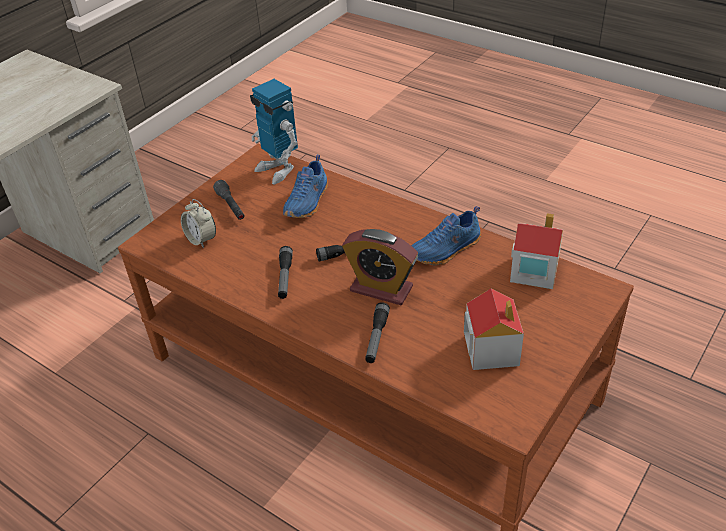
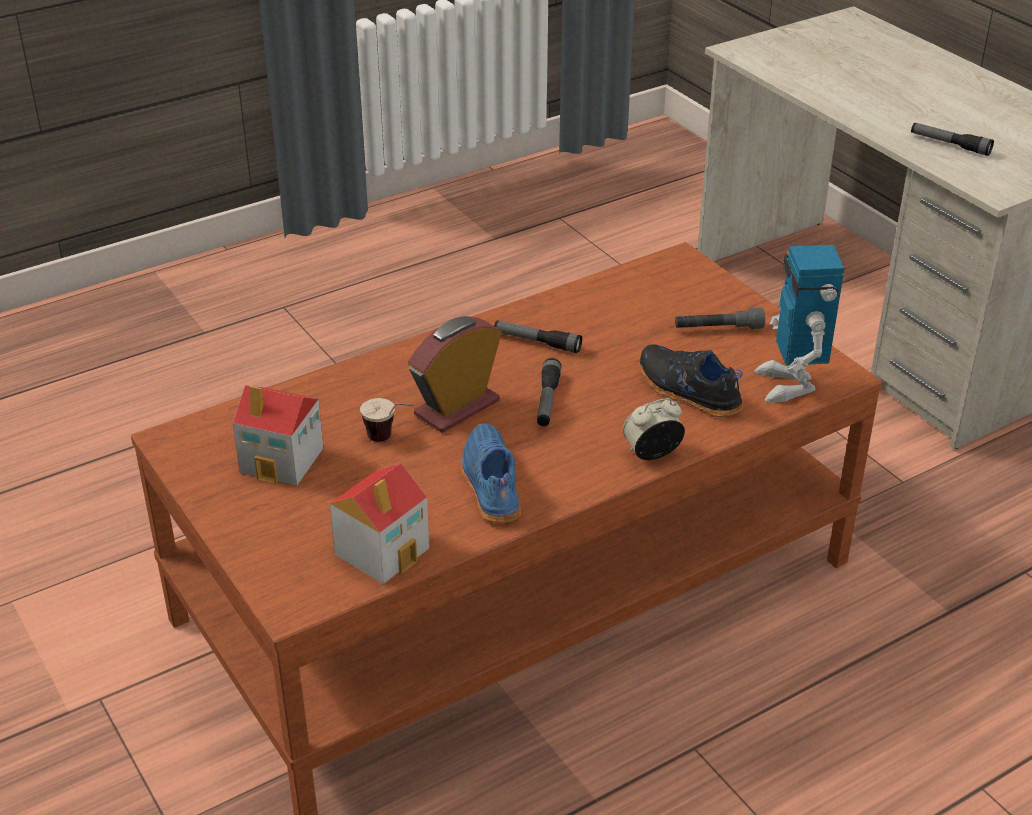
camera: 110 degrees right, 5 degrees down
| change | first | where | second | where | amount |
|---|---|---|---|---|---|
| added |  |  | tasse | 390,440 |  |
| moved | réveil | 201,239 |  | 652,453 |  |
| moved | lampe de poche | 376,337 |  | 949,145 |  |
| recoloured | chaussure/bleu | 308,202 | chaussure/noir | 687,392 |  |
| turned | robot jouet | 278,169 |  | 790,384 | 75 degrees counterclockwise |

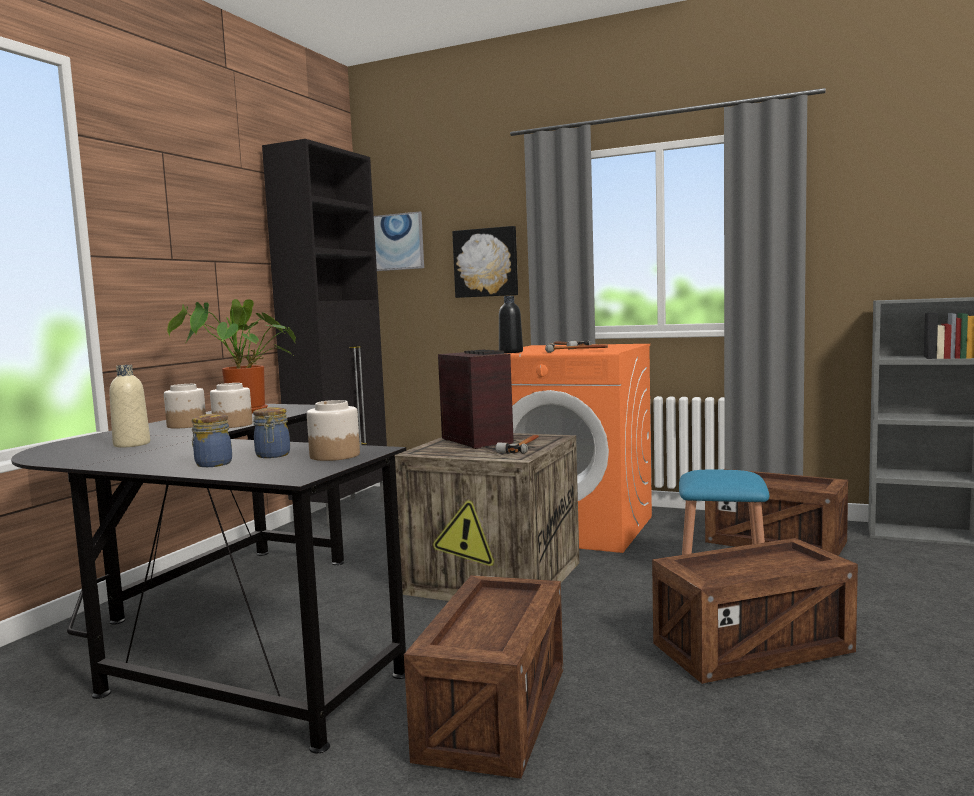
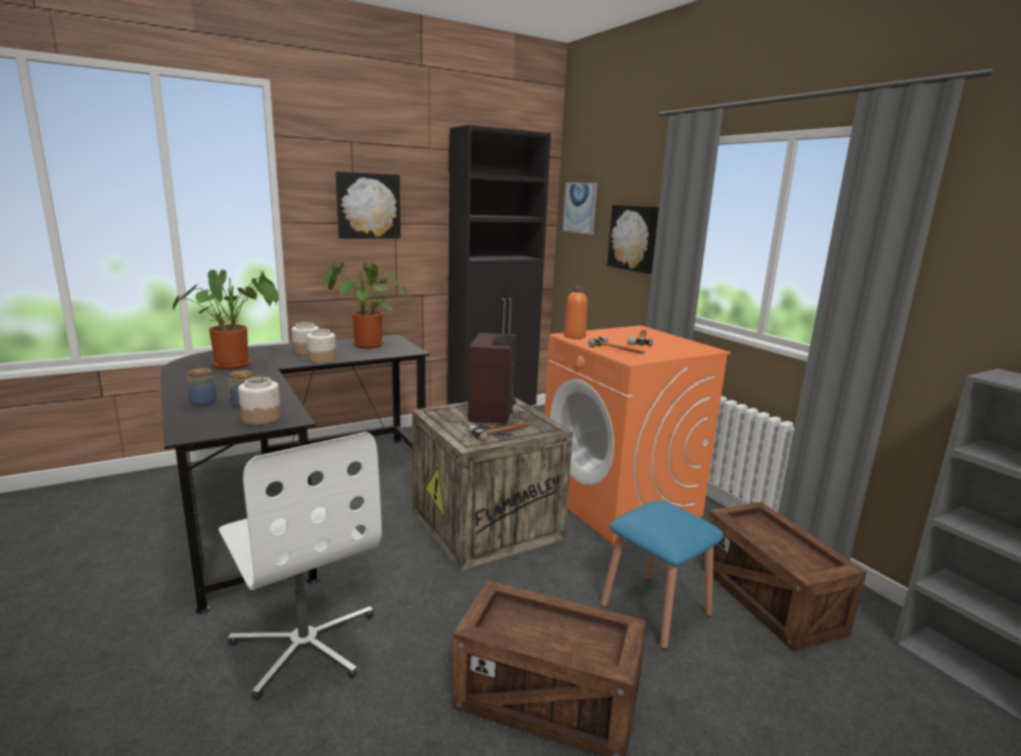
camera: 35 degrees right, 10 degrees up
| change | first | where | second | where | amount |
|---|---|---|---|---|---|
| added |  |  | tableau | 368,206 |  |
| replaced | bouteille/beige | 132,444 | plante en pot | 237,364 |  |
| replaced | caisse | 494,714 | chaise de bureau/blanc | 305,643 |  |
| recoloured | bouteille/noir | 511,352 | bouteille/orange | 574,336 |  |

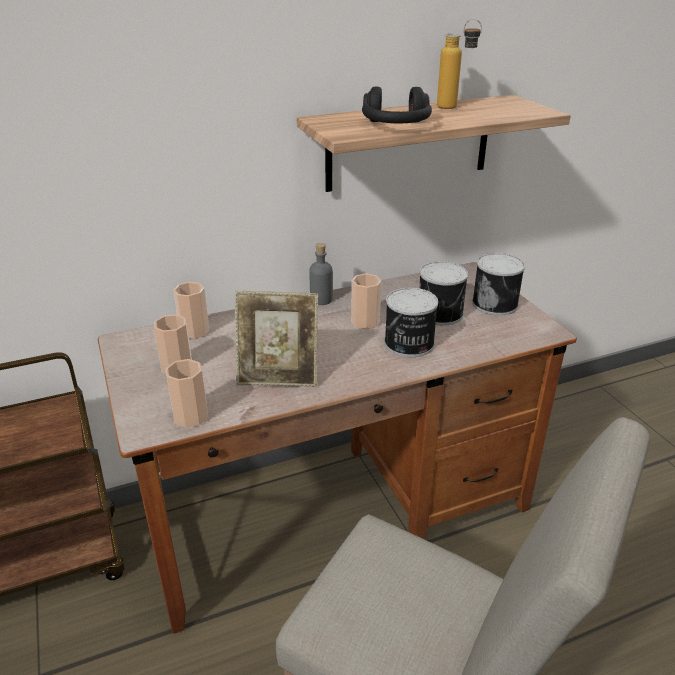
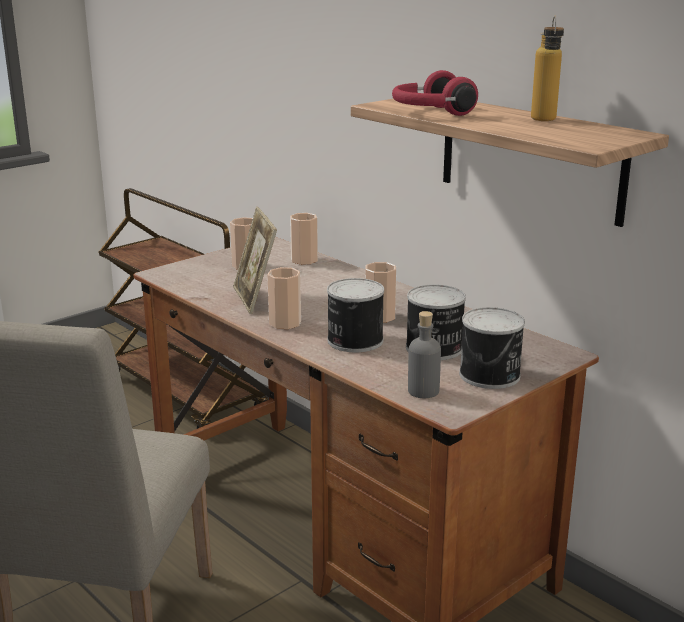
camera: 70 degrees right, 10 degrees down
| change | first | where | second | where | amount |
|---|---|---|---|---|---|
| moved | tasse | 191,416 |  | 285,323 |  |
| moved | bouteille/gris | 321,299 |  | 423,391 |  |
| recoloured | casque audio/noir | 395,126 | casque audio/rouge | 430,112 |  |

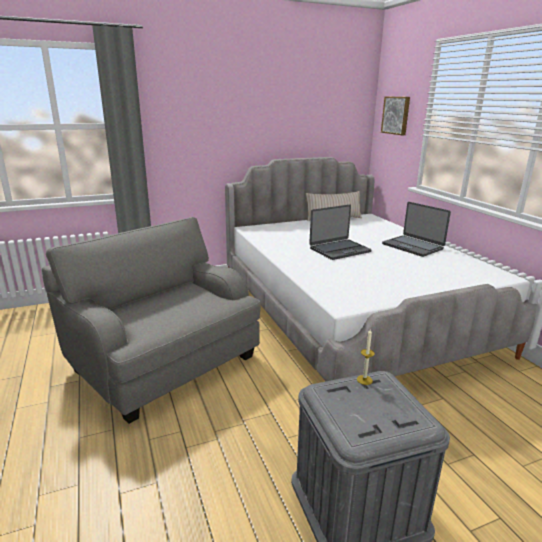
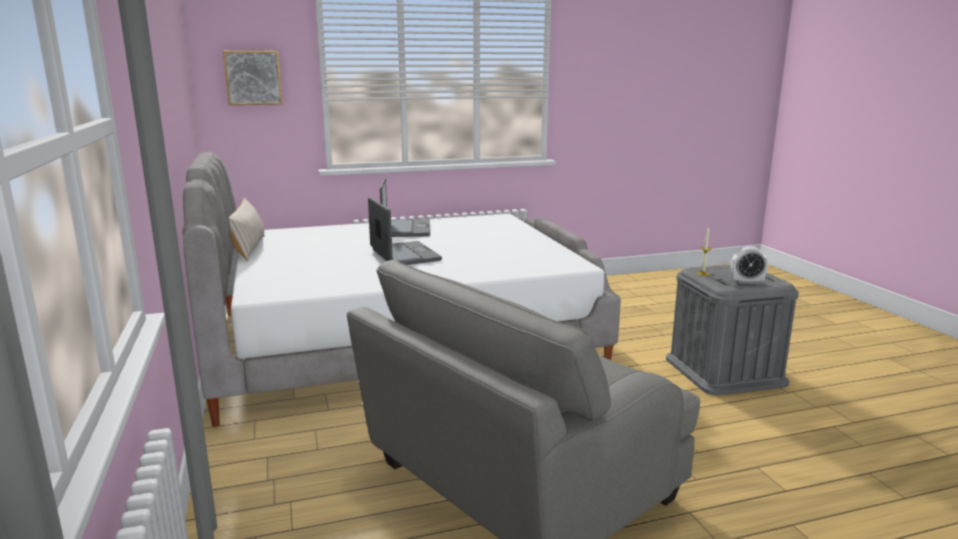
camera: 85 degrees left, 5 degrees down
| change | first | where | second | where | amount |
|---|---|---|---|---|---|
| added |  |  | réveil | 747,282 |  |
| turned | ordinateur portable | 413,246 |  | 405,229 | 60 degrees counterclockwise |

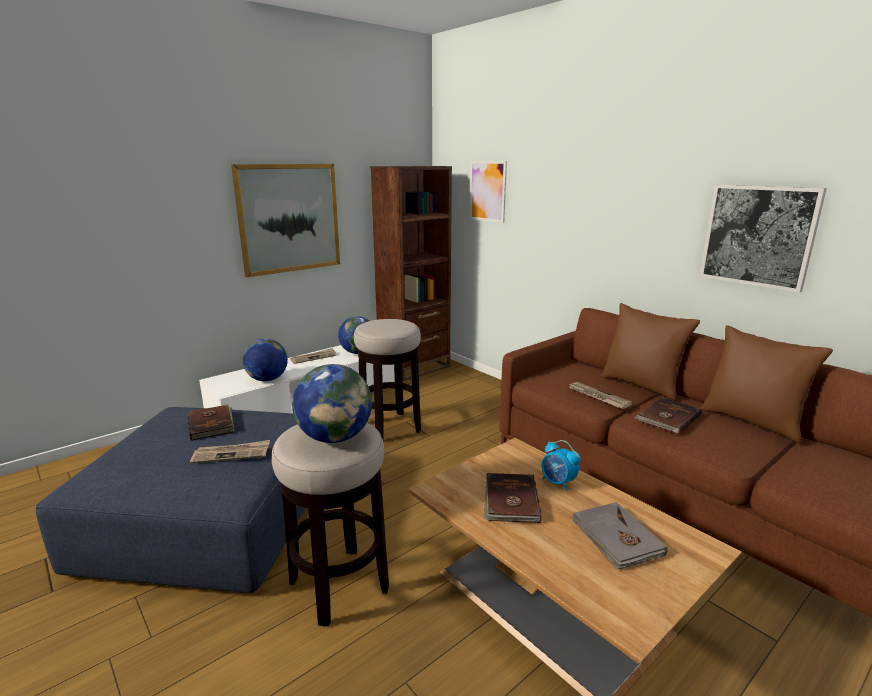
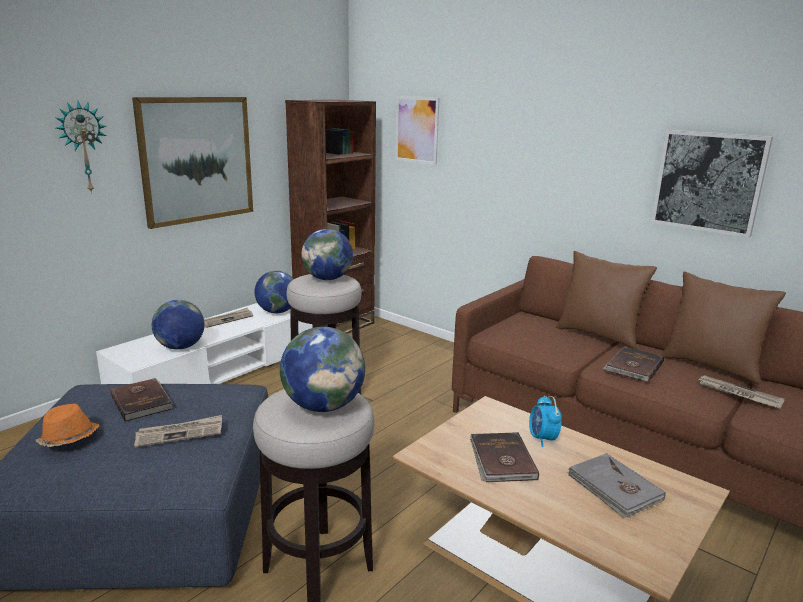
camera: 10 degrees left, 0 degrees up
| change | first | where | second | where | amount |
|---|---|---|---|---|---|
| added |  |  | chapeau/orange | 68,440 |  |
| added |  |  | horloge murale | 83,147 |  |
| added |  |  | globe | 327,279 |  |
| moved | journal | 597,397 |  | 738,394 |  |
| turned | réveil | 558,483 |  | 542,439 | 45 degrees clockwise |

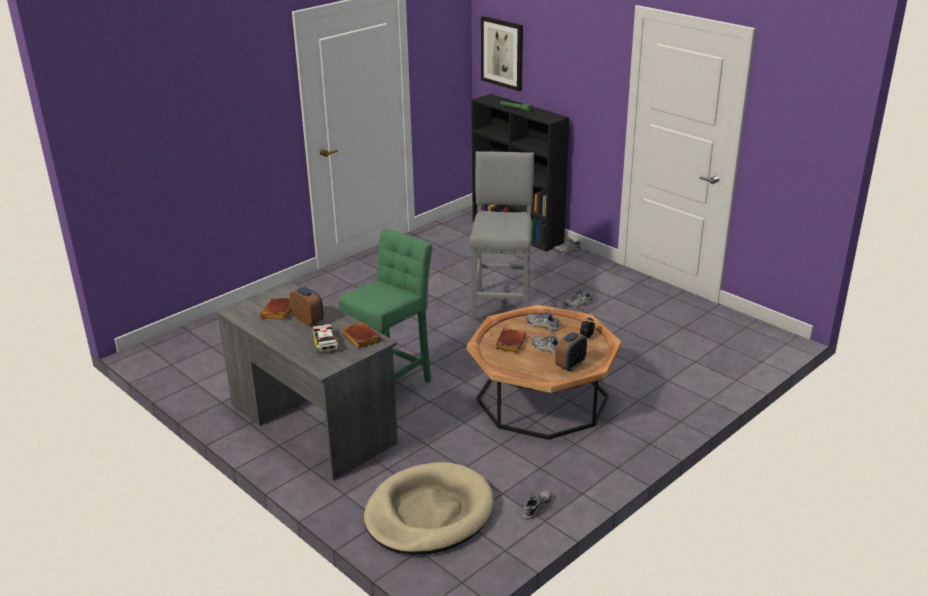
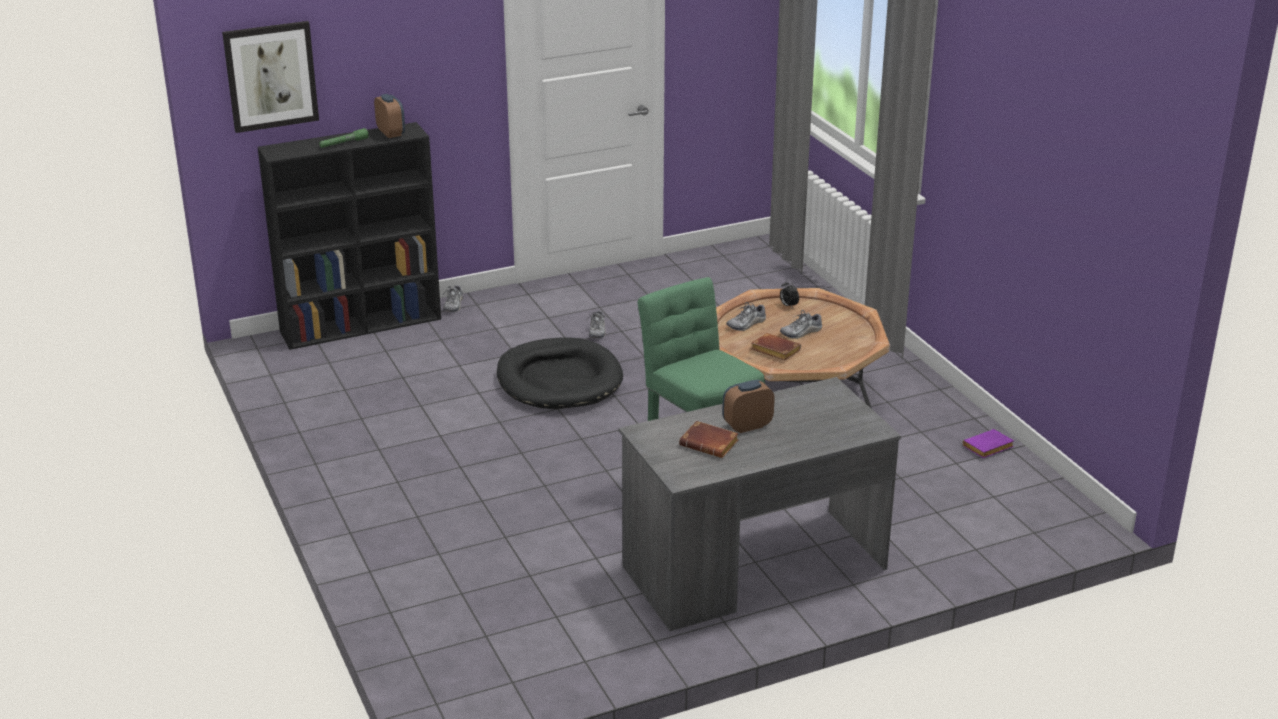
camera: 70 degrees left, 0 degrees up
| change | first | where | second | where | amount |
|---|---|---|---|---|---|
| removed | petite voiture | 325,342 |  |  |  |
| removed | livre/marron | 359,338 |  |  |  |
| removed | panier pour chien/beige | 429,513 |  |  |  |
| moved | réveil | 570,365 |  | 391,133 |  |
| replaced | tabouret/gris | 502,305 | panier pour chien/noir | 559,380 |  |
| replaced | chaussure | 536,507 | livre/violet | 987,448 |  |

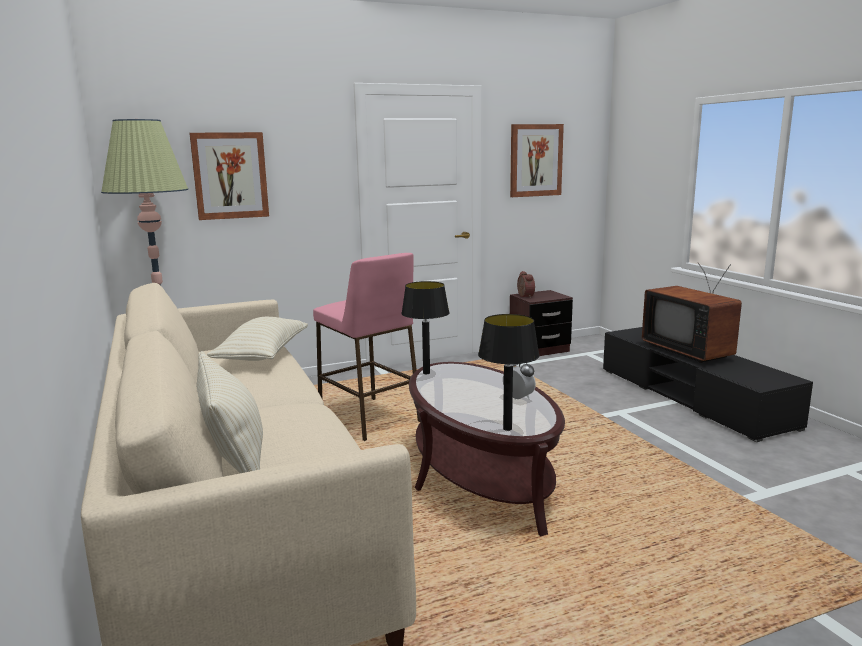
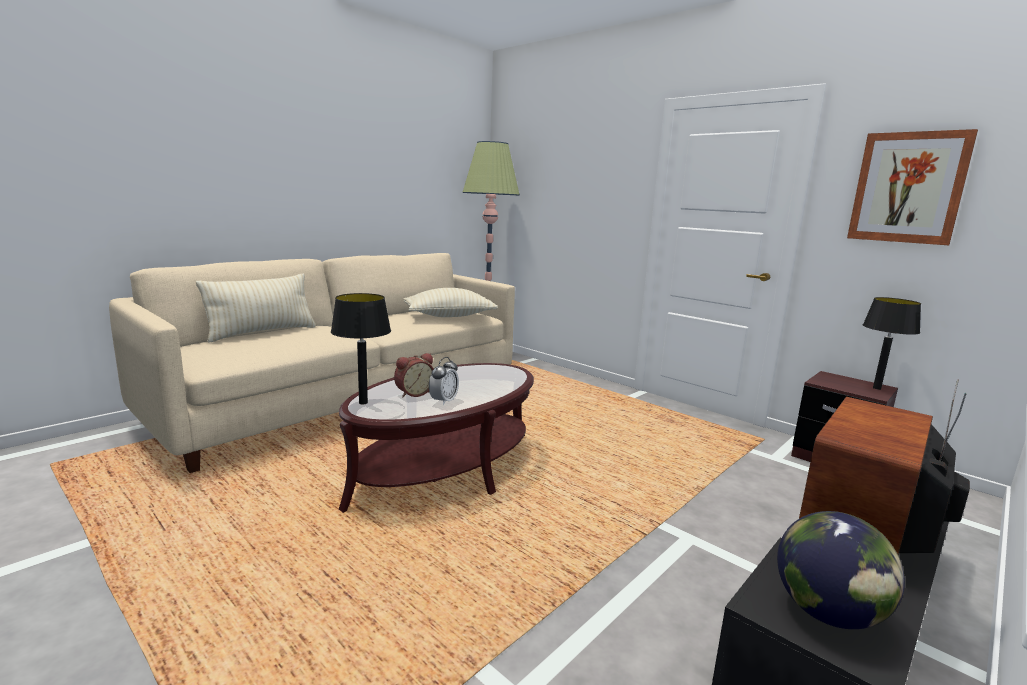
camera: 65 degrees right, 0 degrees up
| change | first | where | second | where | amount |
|---|---|---|---|---|---|
| removed | tableau | 230,175 |  |  |  |
| removed | tabouret/rose | 370,419 |  |  |  |
| added |  |  | globe | 828,613 |  |
| moved | lampe de table/noir | 426,373 |  | 876,388 |  |
| moved | réveil | 524,296 |  | 413,393 |  |

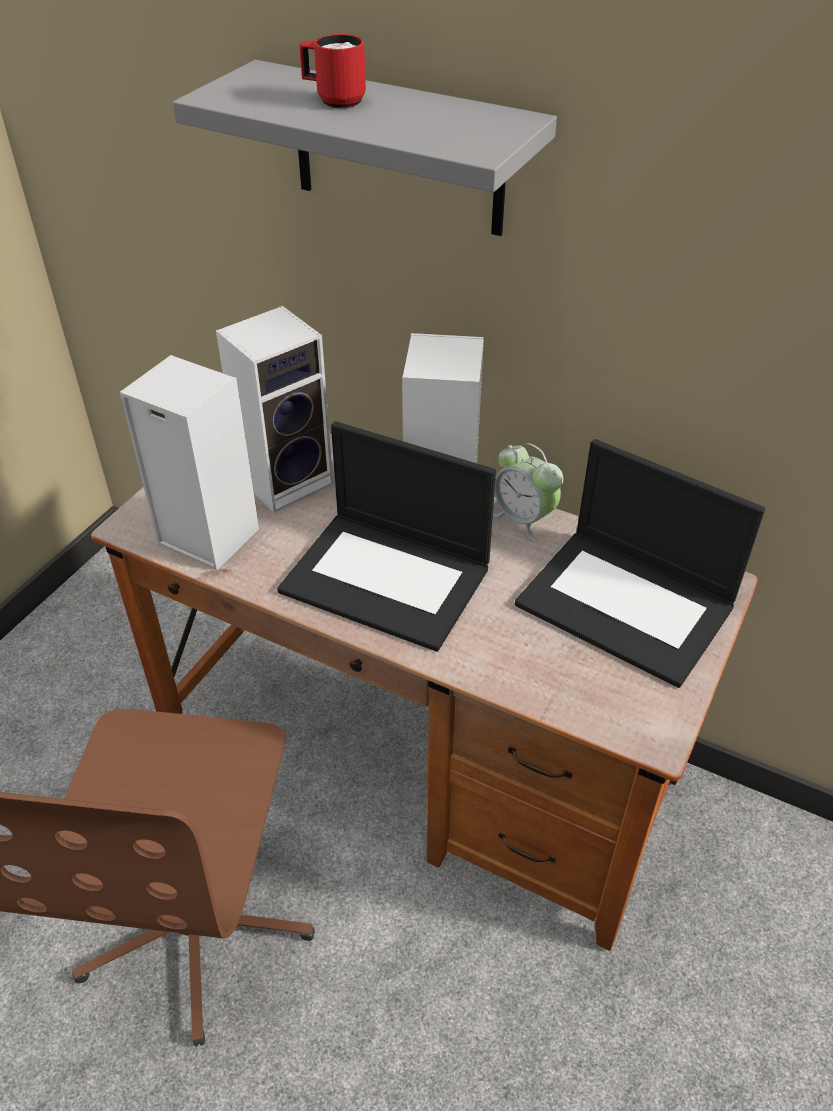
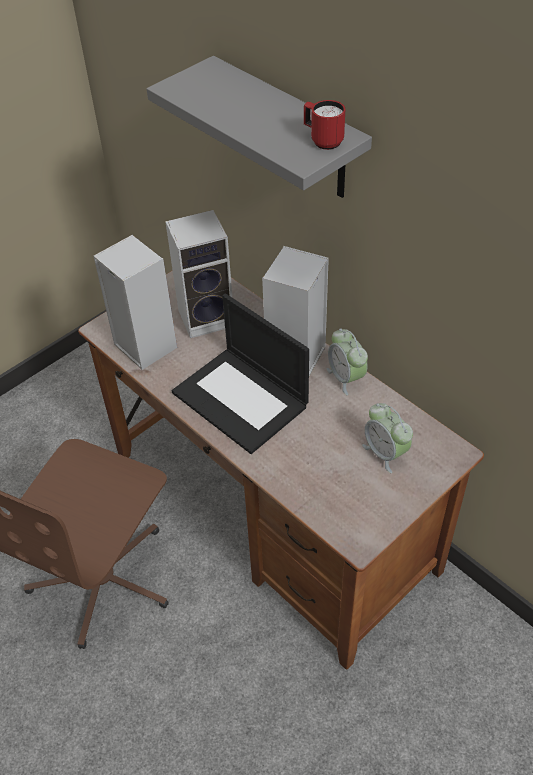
camera: 20 degrees right, 5 degrees up
| change | first | where | second | where | amount |
|---|---|---|---|---|---|
| moved | mug/rouge | 334,100 |  | 322,140 |  |
| replaced | ordinateur portable | 628,605 | réveil | 385,453 |  |

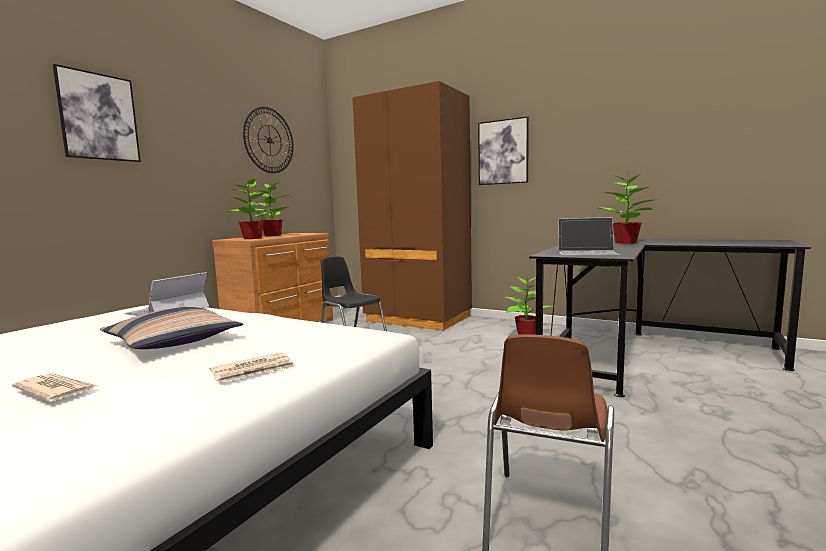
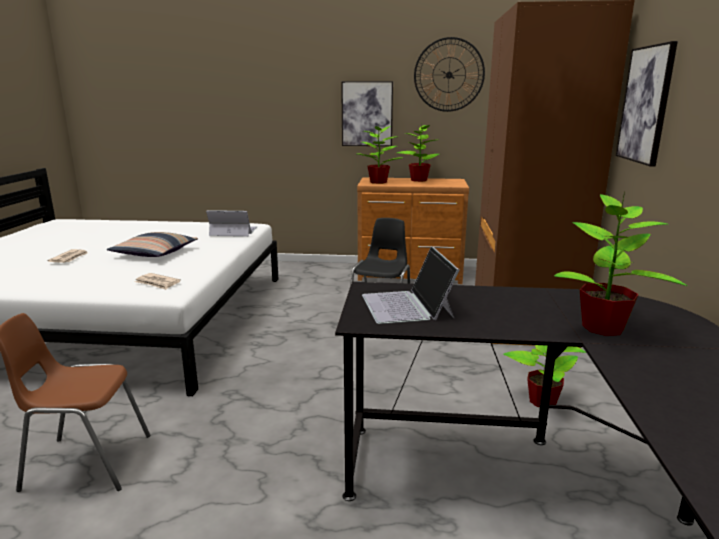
camera: 65 degrees right, 10 degrees up
| change | first | where | second | where | amount |
|---|---|---|---|---|---|
| moved | tableau | 98,117 |  | 367,114 |  |
| moved | journal | 254,371 |  | 157,283 |  |

